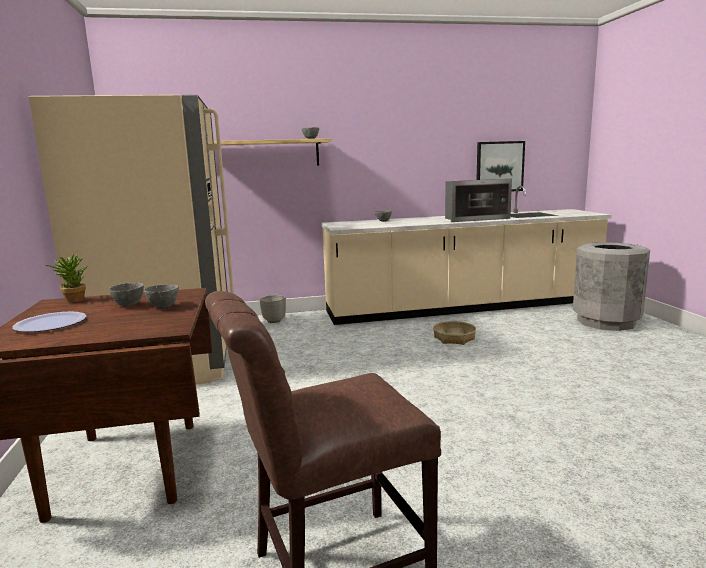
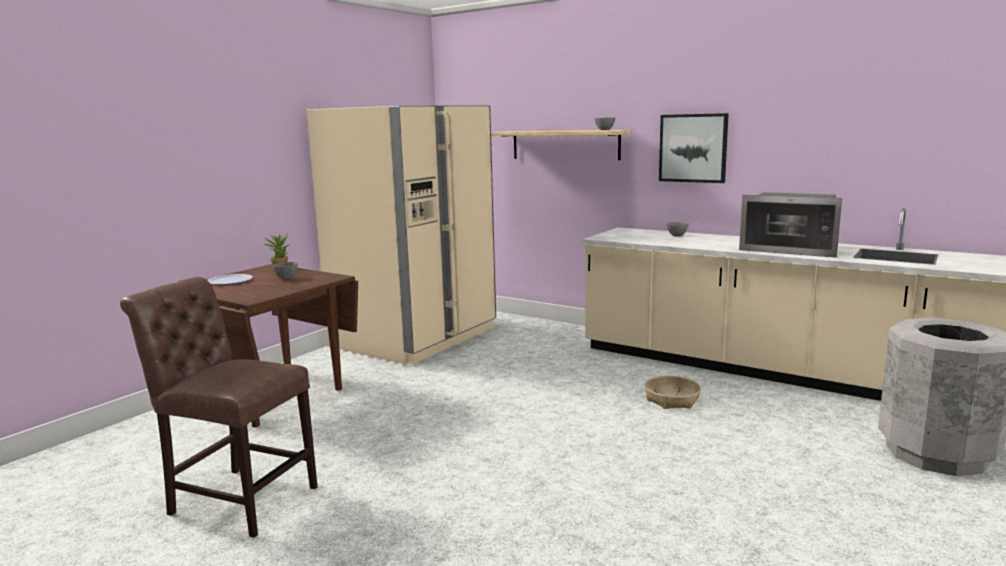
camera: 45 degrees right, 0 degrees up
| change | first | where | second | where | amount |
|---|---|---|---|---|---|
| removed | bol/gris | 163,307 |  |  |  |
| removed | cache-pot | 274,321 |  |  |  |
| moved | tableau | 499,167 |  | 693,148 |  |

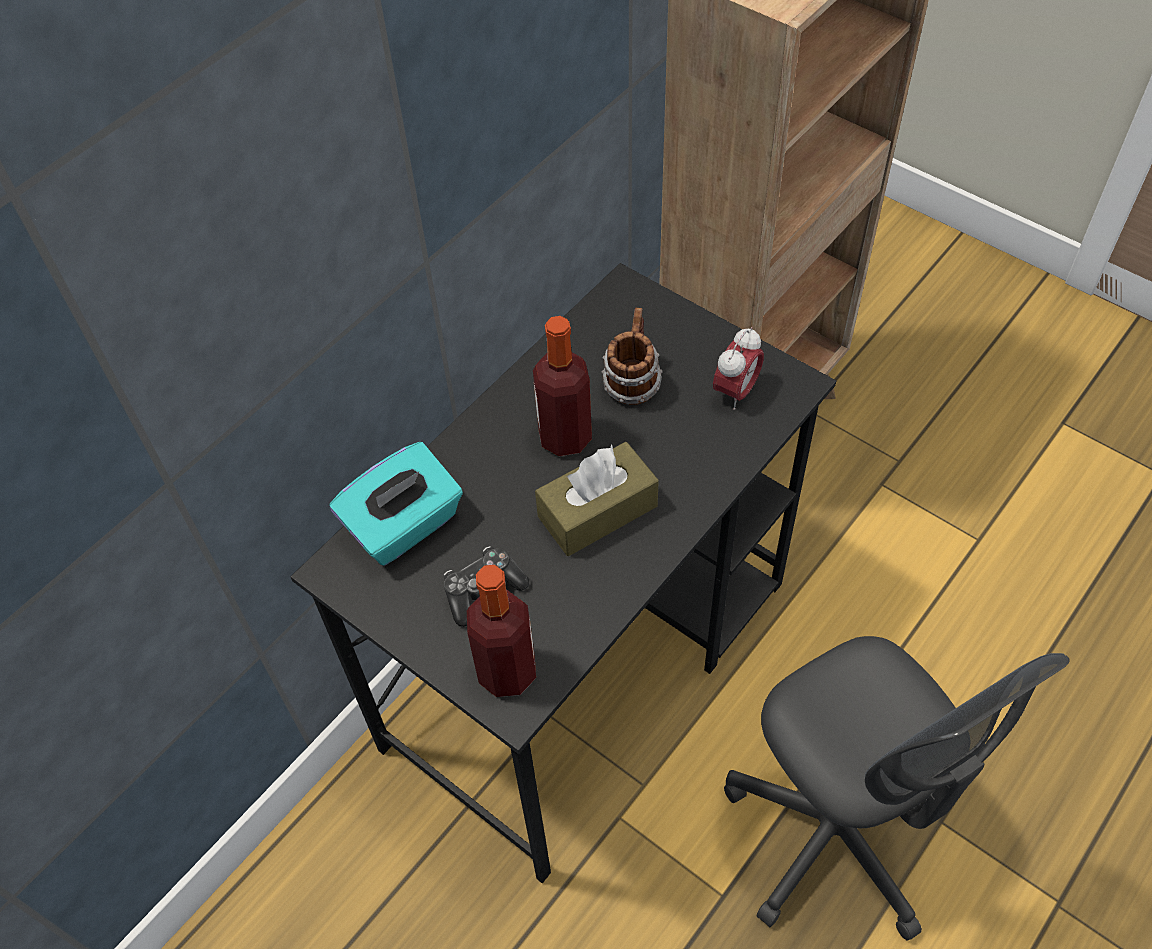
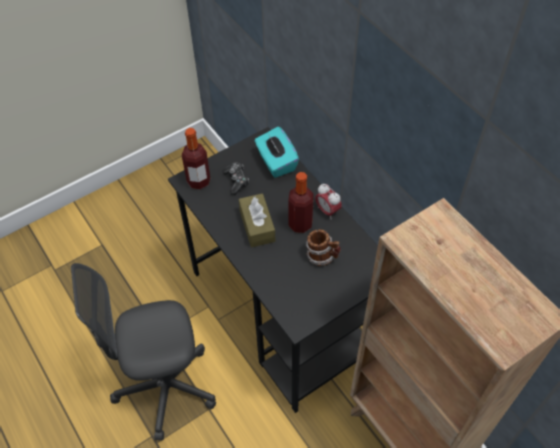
camera: 105 degrees right, 0 degrees up
| change | first | where | second | where | amount |
|---|---|---|---|---|---|
| moved | réveil | 735,392 |  | 327,211 |  |

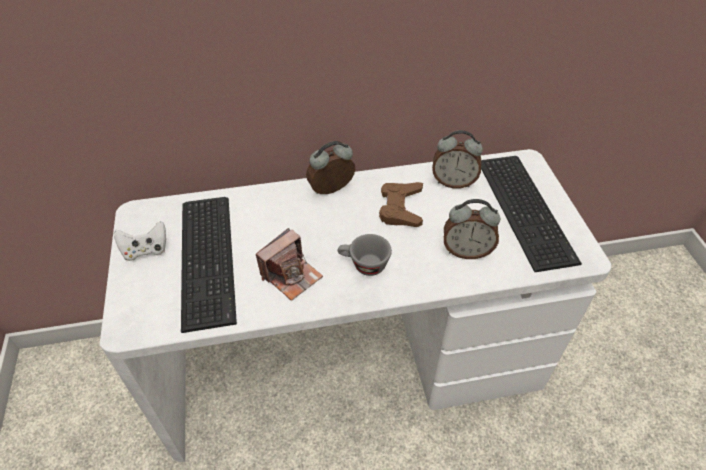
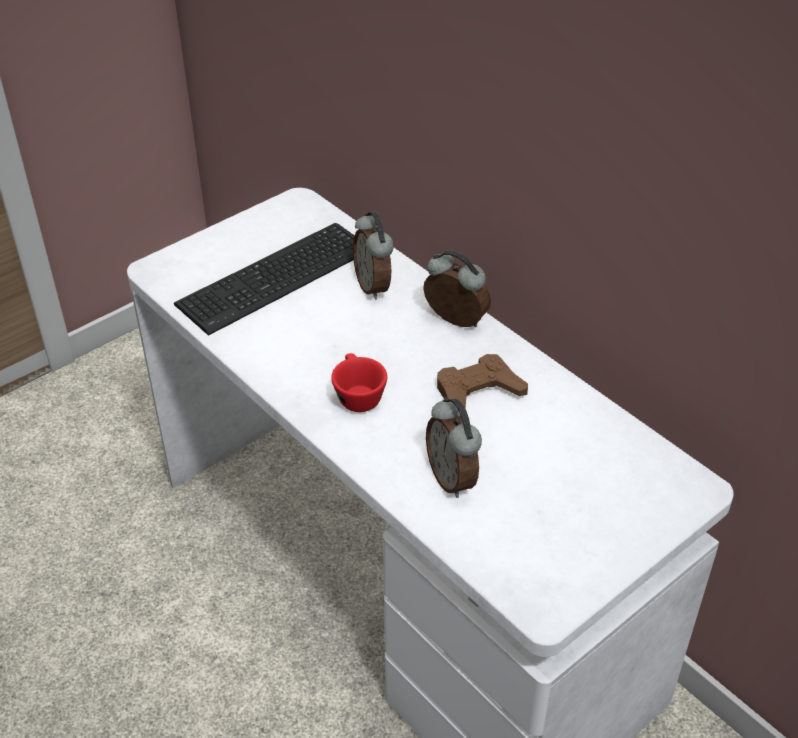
camera: 60 degrees right, 5 degrees down
| change | first | where | second | where | amount |
|---|---|---|---|---|---|
| removed | manette/blanc | 145,250 |  |  |  |
| removed | appareil photo | 291,275 |  |  |  |
| removed | clavier | 527,208 |  |  |  |
| moved | réveil | 453,182 |  | 374,286 |  |
| recoloured | tasse/gris | 363,265 | tasse/rouge | 357,395 |  |

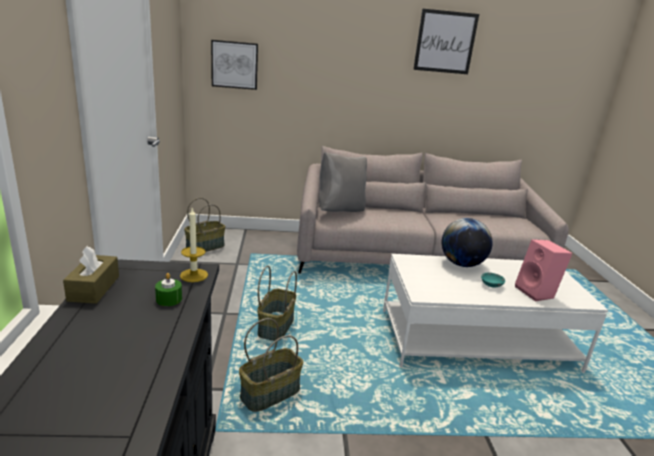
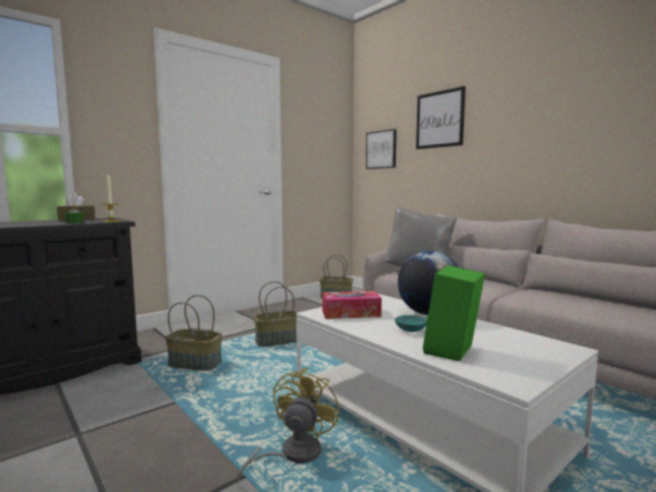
camera: 55 degrees right, 15 degrees down
| change | first | where | second | where | amount |
|---|---|---|---|---|---|
| added |  |  | ventilateur/jaune | 292,455 |  |
| added |  |  | boîte à mouchoirs | 351,313 |  |
| moved | tableau | 445,42 |  | 439,119 |  |
| recoloured | enceinte/rose | 537,293 | enceinte/vert | 453,352 |  |

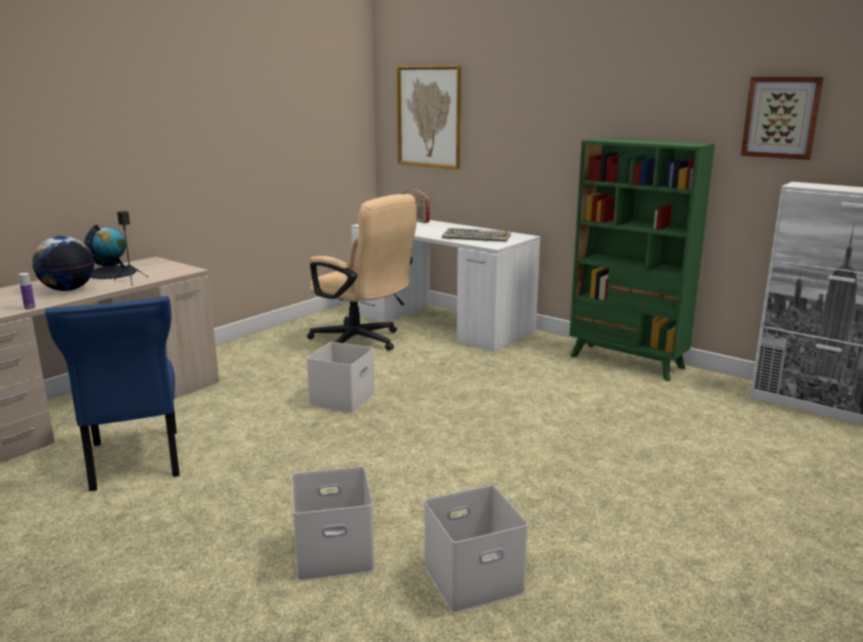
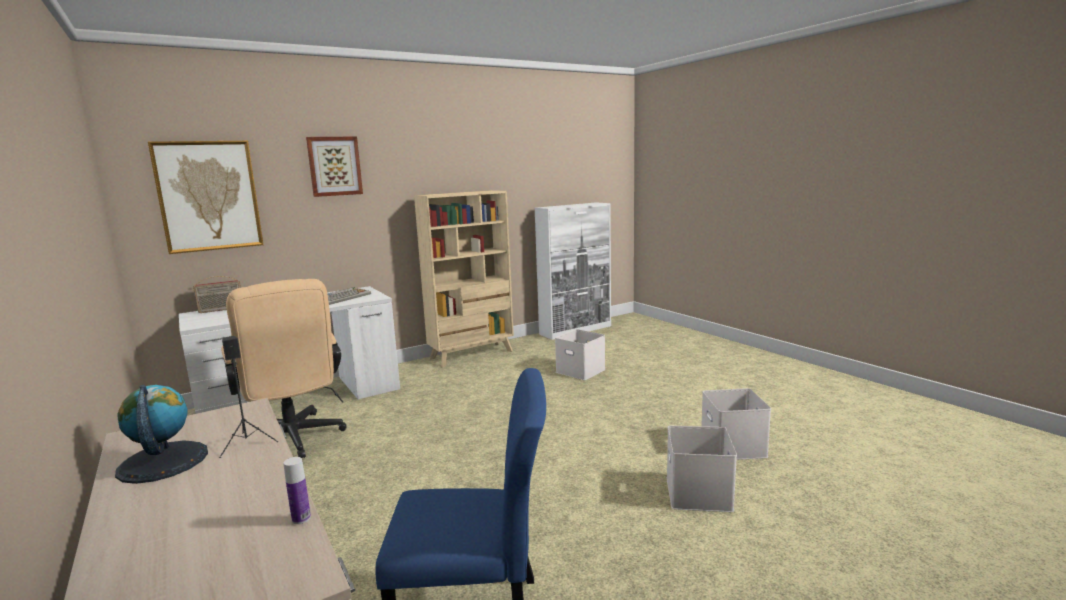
camera: 70 degrees left, 5 degrees down
| change | first | where | second | where | amount |
|---|---|---|---|---|---|
| removed | globe | 68,290 |  |  |  |
| moved | boîte de rangement/blanc | 342,400 |  | 581,371 |  |
| moved | tableau | 781,117 |  | 334,166 |  |
| recoloured | bibliothèque/vert | 627,362 | bibliothèque/beige | 472,354 |  |
| turned | chaise de bureau/beige | 362,342 |  | 293,441 | 90 degrees clockwise |

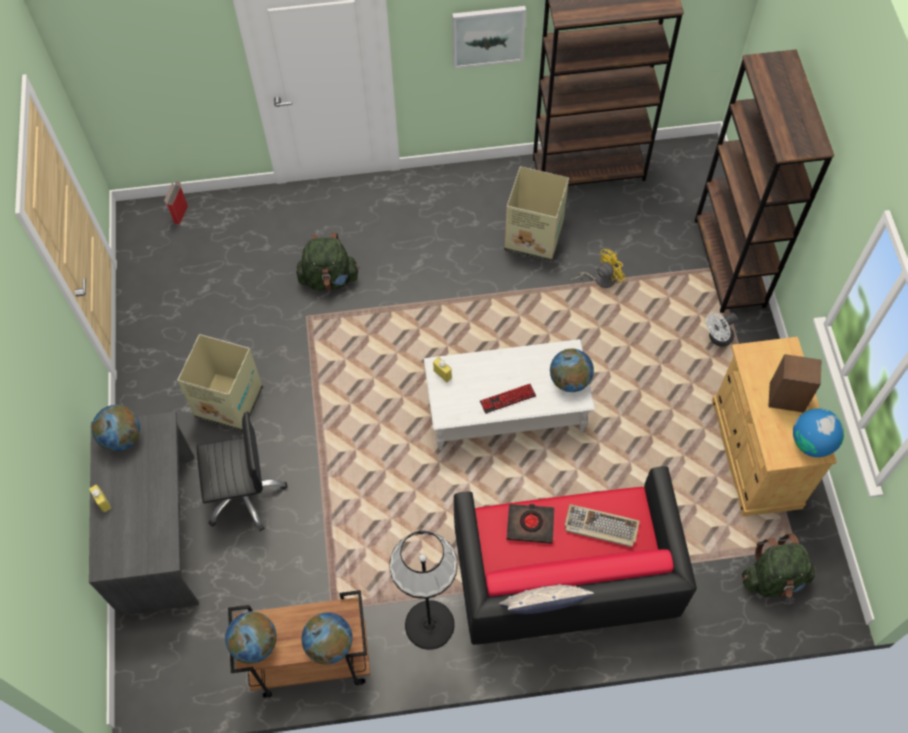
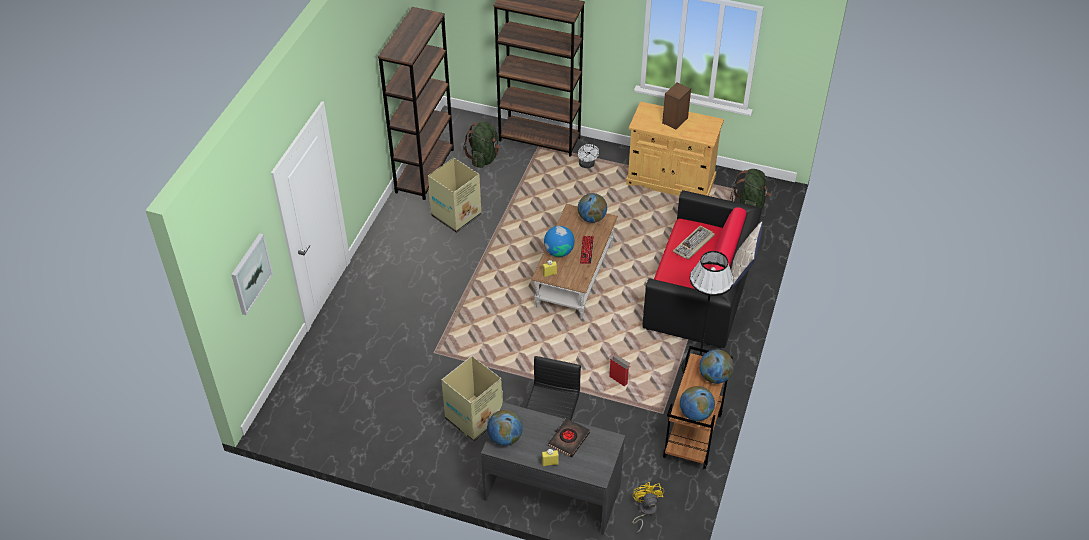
camera: 65 degrees left, 15 degrees down
| change | first | where | second | where | amount |
|---|---|---|---|---|---|
| moved | carton | 181,215 |  | 618,380 |  |
| moved | sac à dos/vert | 329,278 |  | 484,157 |  |
| moved | tableau | 488,35 |  | 250,273 |  |
| moved | livre/noir | 530,524 |  | 568,439 |  |
| moved | ventilateur/jaune | 600,279 |  | 645,511 |  |
| moved | globe | 812,442 |  | 559,251 |  |
| recoloured | table basse/blanc | 506,411 | table basse/marron | 574,277 |  |

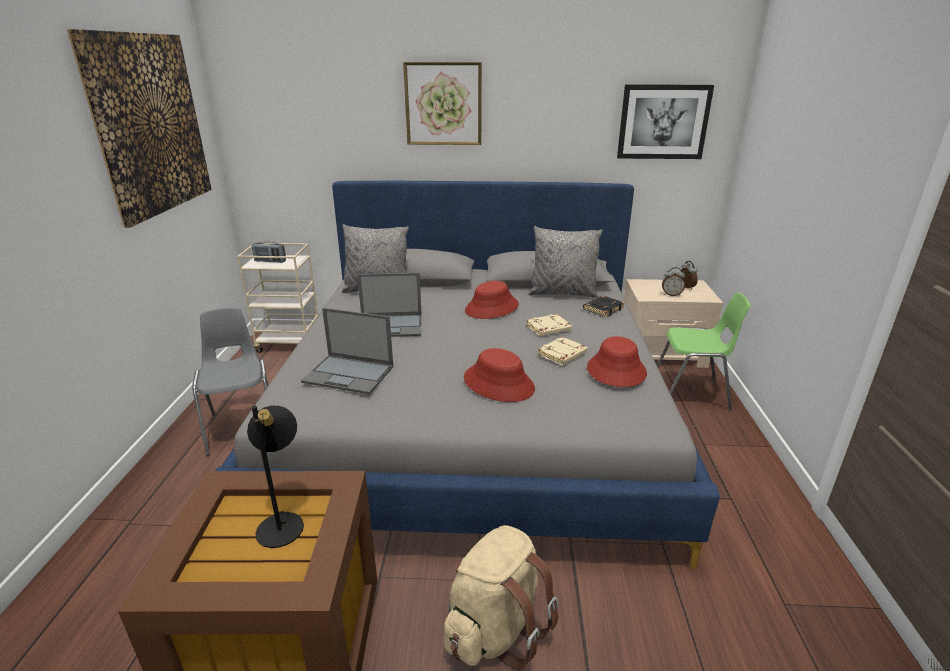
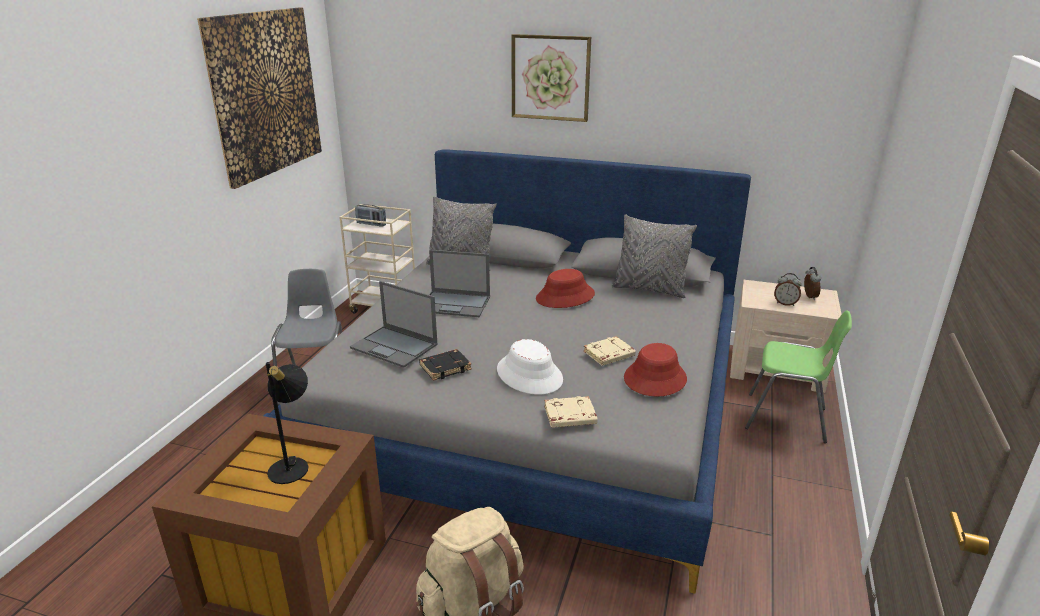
camera: 15 degrees right, 0 degrees up
| change | first | where | second | where | amount |
|---|---|---|---|---|---|
| removed | tableau | 663,122 |  |  |  |
| moved | livre/beige | 548,329 |  | 569,416 |  |
| moved | livre/noir | 603,308 |  | 445,367 |  |
| recoloured | chapeau/rouge | 499,383 | chapeau/blanc | 529,375 |  |

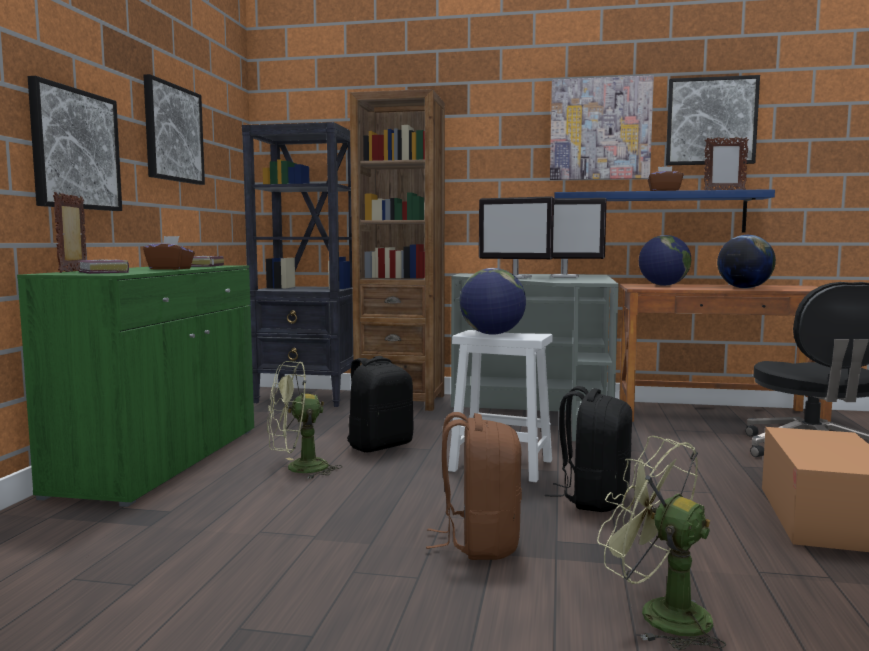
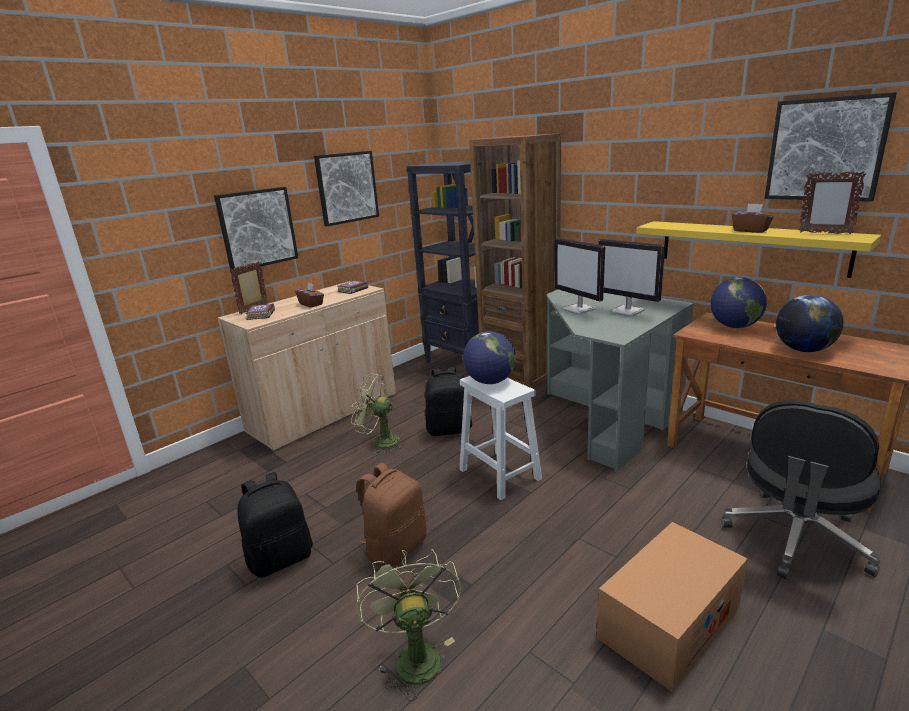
camera: 35 degrees right, 15 degrees up
| change | first | where | second | where | amount |
|---|---|---|---|---|---|
| removed | tableau | 600,129 |  |  |  |
| moved | sac à dos/noir | 593,499 |  | 281,558 |  |
| recoloured | meuble de rangement/vert | 161,460 | meuble de rangement/beige | 324,413 |  |
| recoloured | étagère/bleu | 655,213 | étagère/jaune | 750,247 |  |

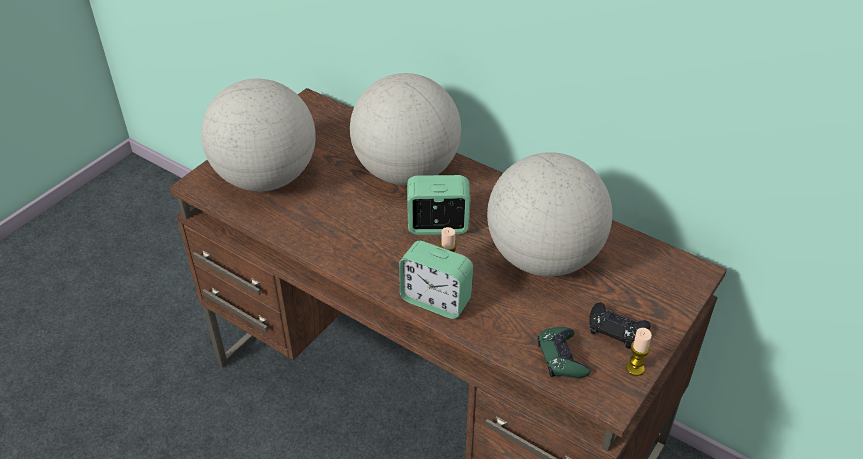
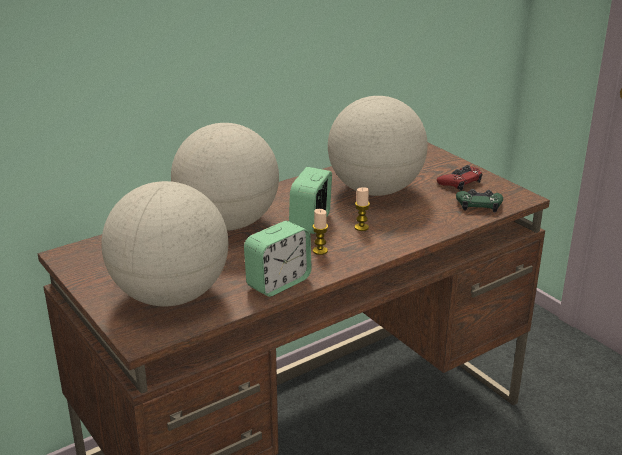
camera: 70 degrees left, 15 degrees down
| change | first | where | second | where | amount |
|---|---|---|---|---|---|
| moved | réveil | 435,300 |  | 278,283 |  |
| moved | bougie | 635,368 |  | 320,251 |  |
| recoloured | manette/noir | 616,329 | manette/rouge | 460,182 |  |

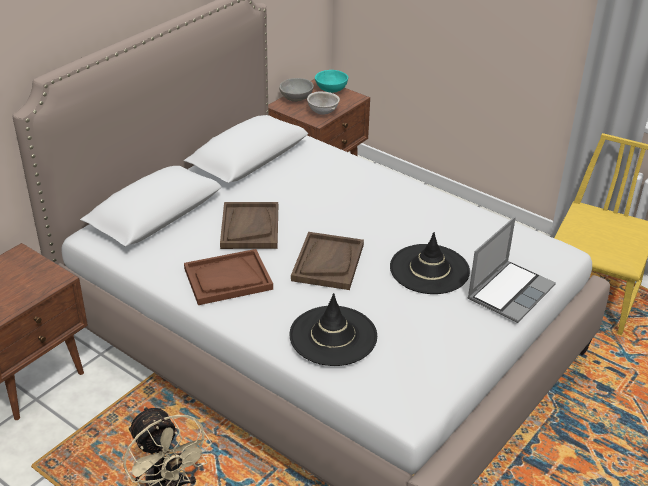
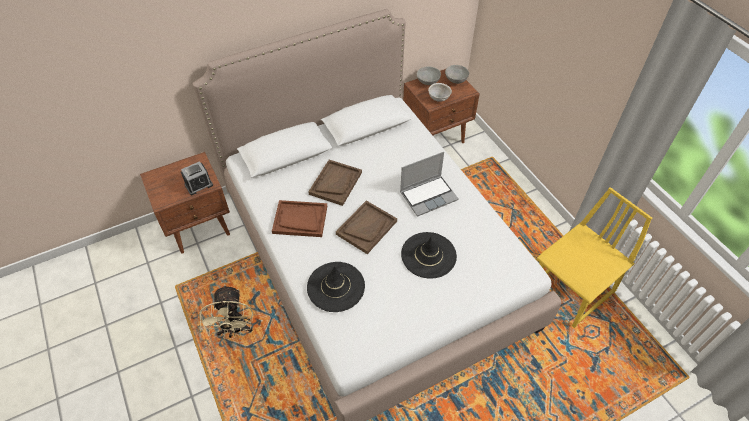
camera: 25 degrees right, 15 degrees up
| change | first | where | second | where | amount |
|---|---|---|---|---|---|
| added |  |  | réveil | 199,185 |  |
| moved | ordinateur portable | 510,292 |  | 429,195 |  |
| recoloured | bol/turquoise | 331,91 | bol/gris | 455,81 |  |

